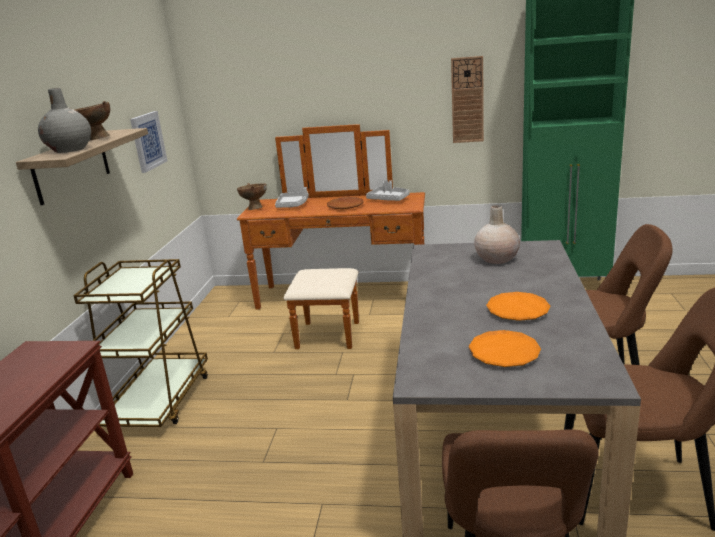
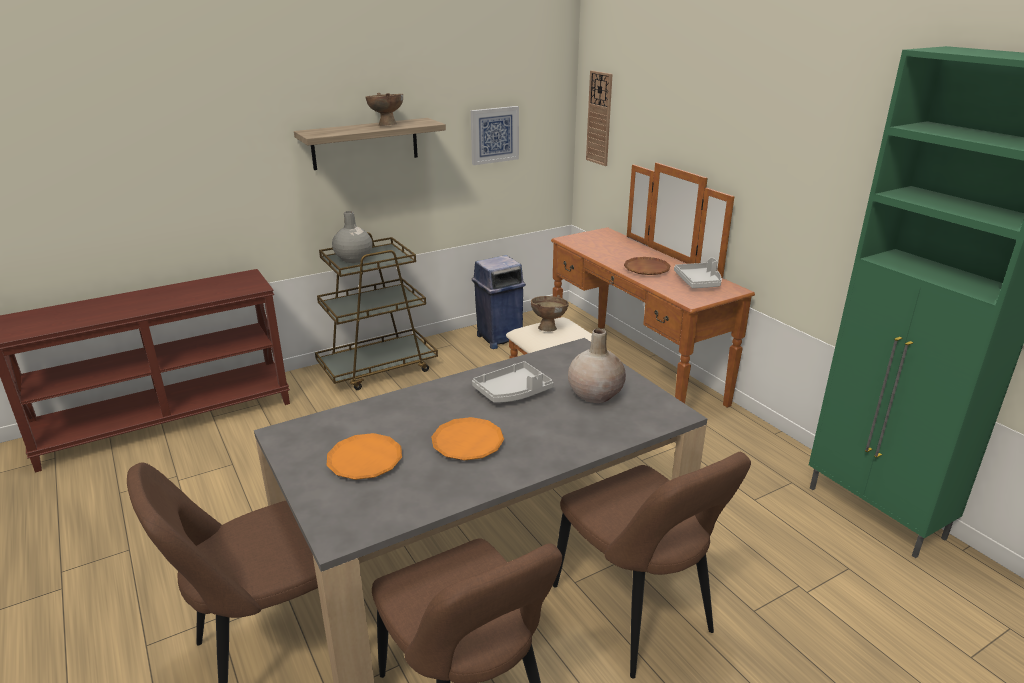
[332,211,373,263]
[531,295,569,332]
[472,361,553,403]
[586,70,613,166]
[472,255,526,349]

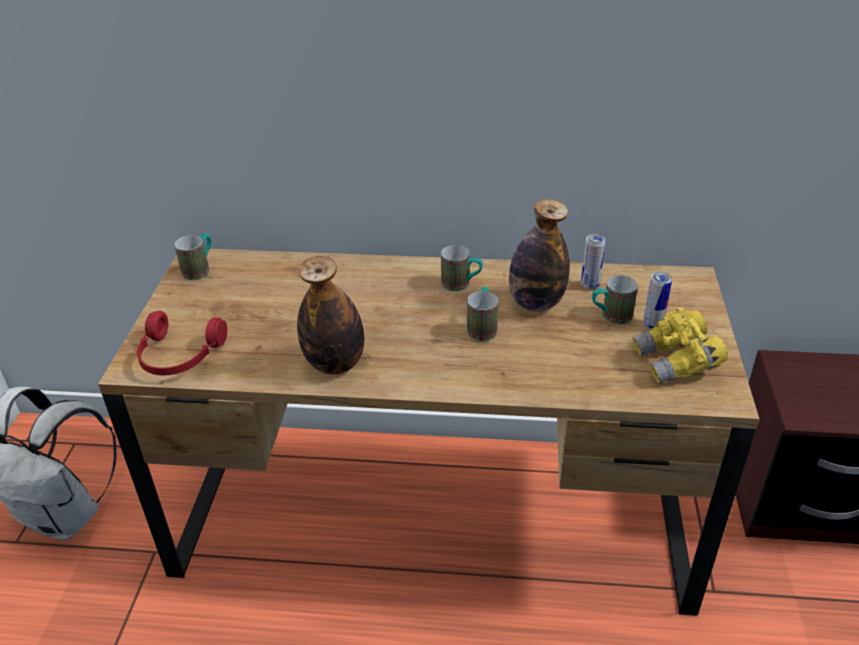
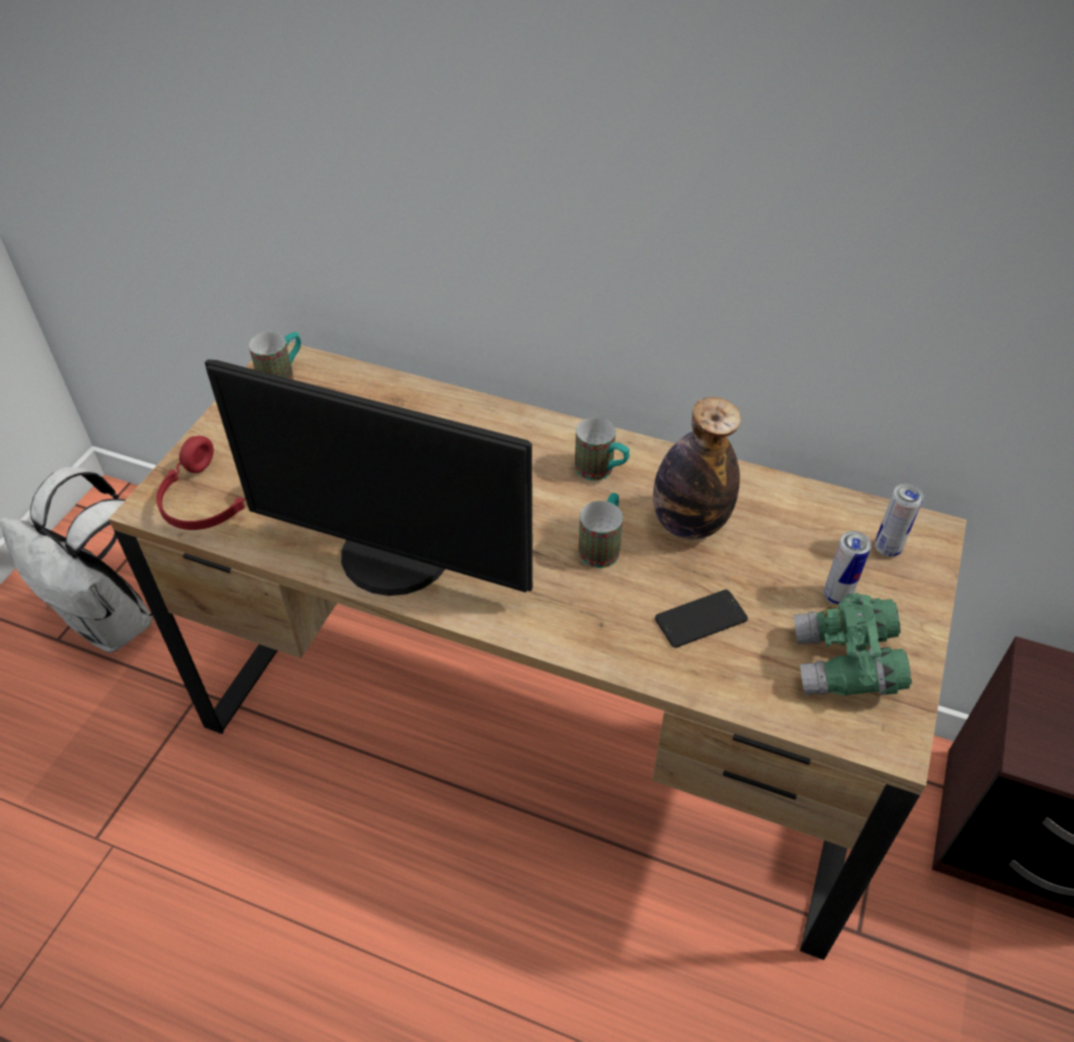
[205,360,533,596]
[875,484,923,557]
[592,275,638,325] (first image)
[793,593,912,696]
[655,590,748,648]

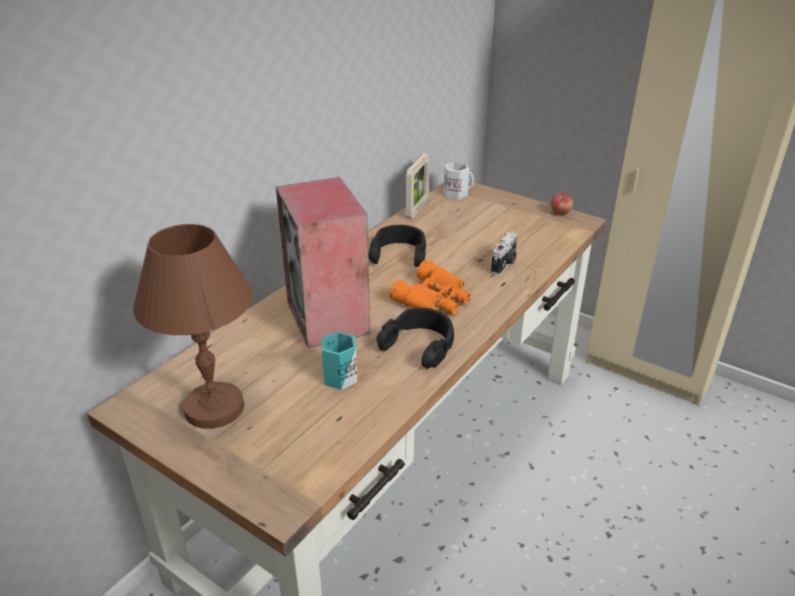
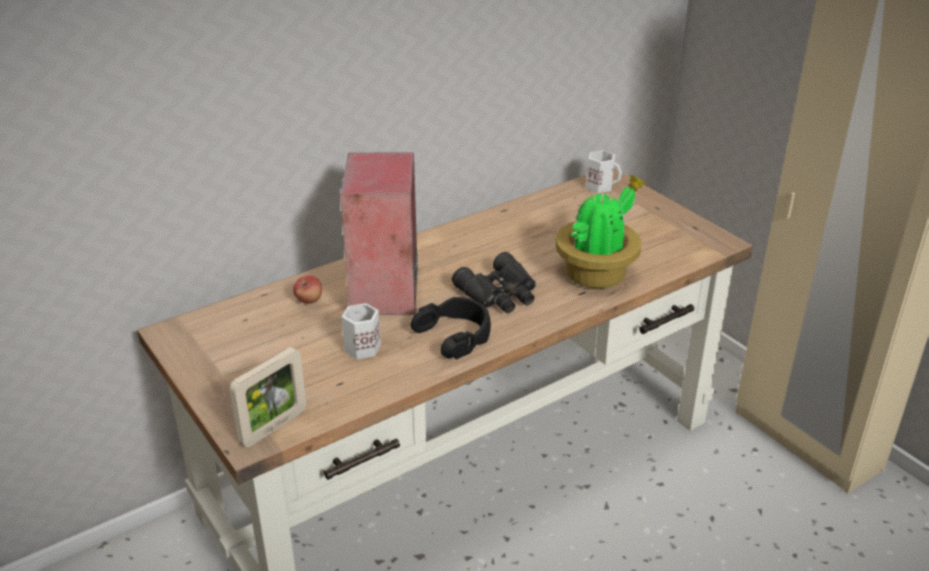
[133,224,253,429] (first image)
[342,303,381,359]
[368,225,426,267] (first image)
[452,252,536,313]
[230,347,306,447]
[555,174,646,289]
[293,275,322,304]

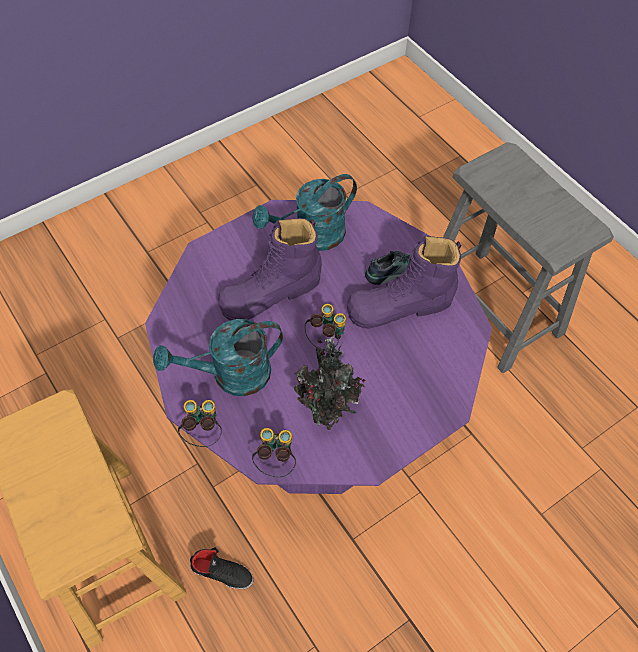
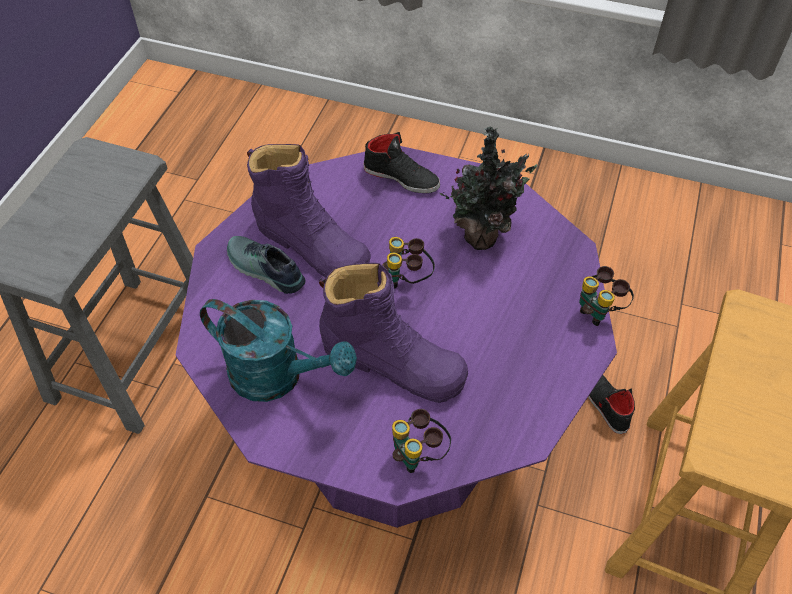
[153,319,283,396] (first image)
[392,409,451,473]
[364,132,440,193]

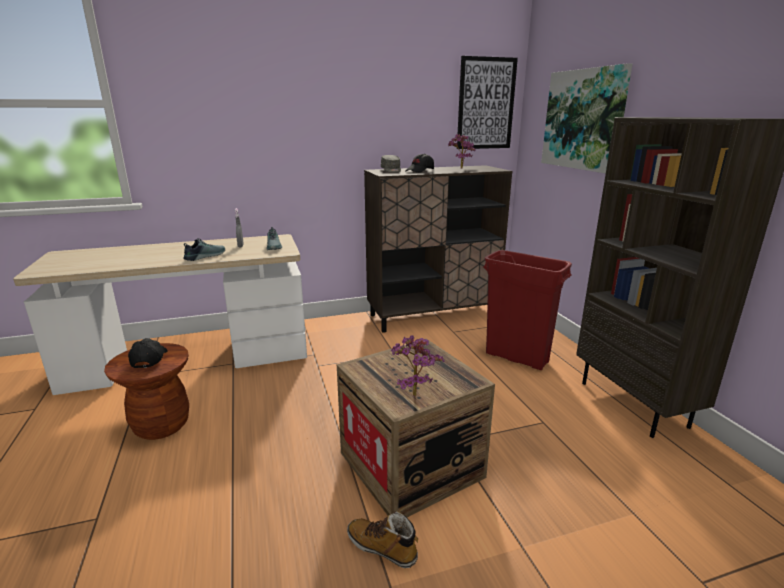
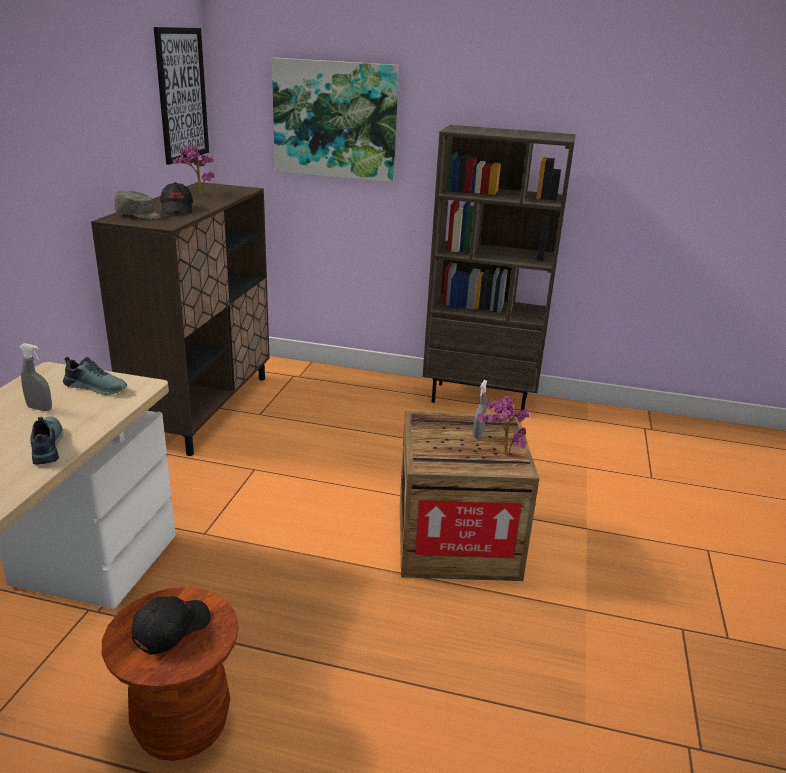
[132,596,211,655]
[347,511,418,568] (first image)
[483,250,572,370] (first image)
[473,380,487,438]

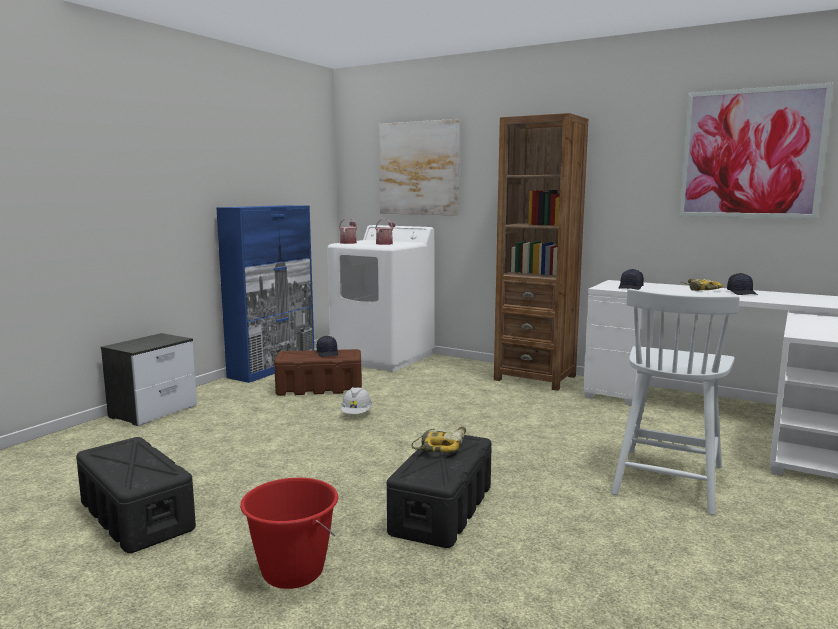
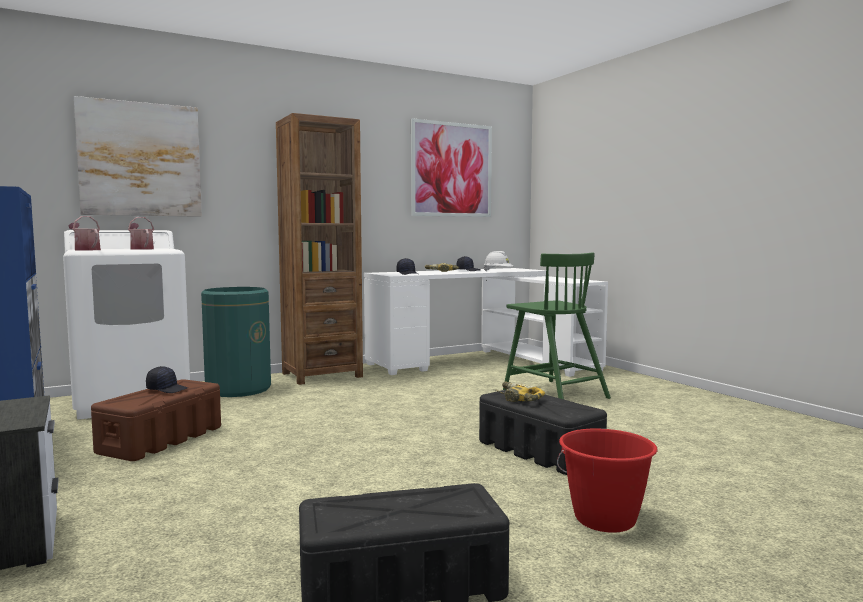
[484,251,513,271]
[503,252,611,399]
[201,287,271,397]

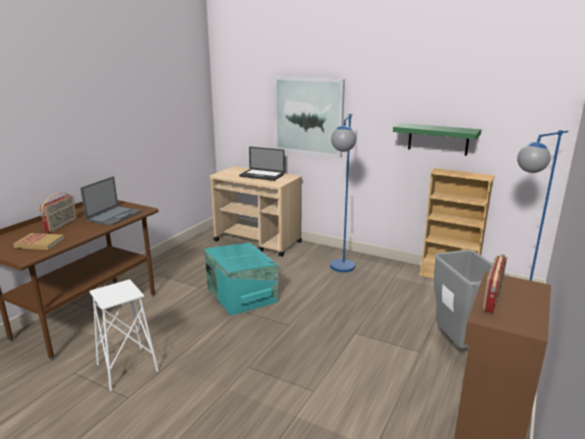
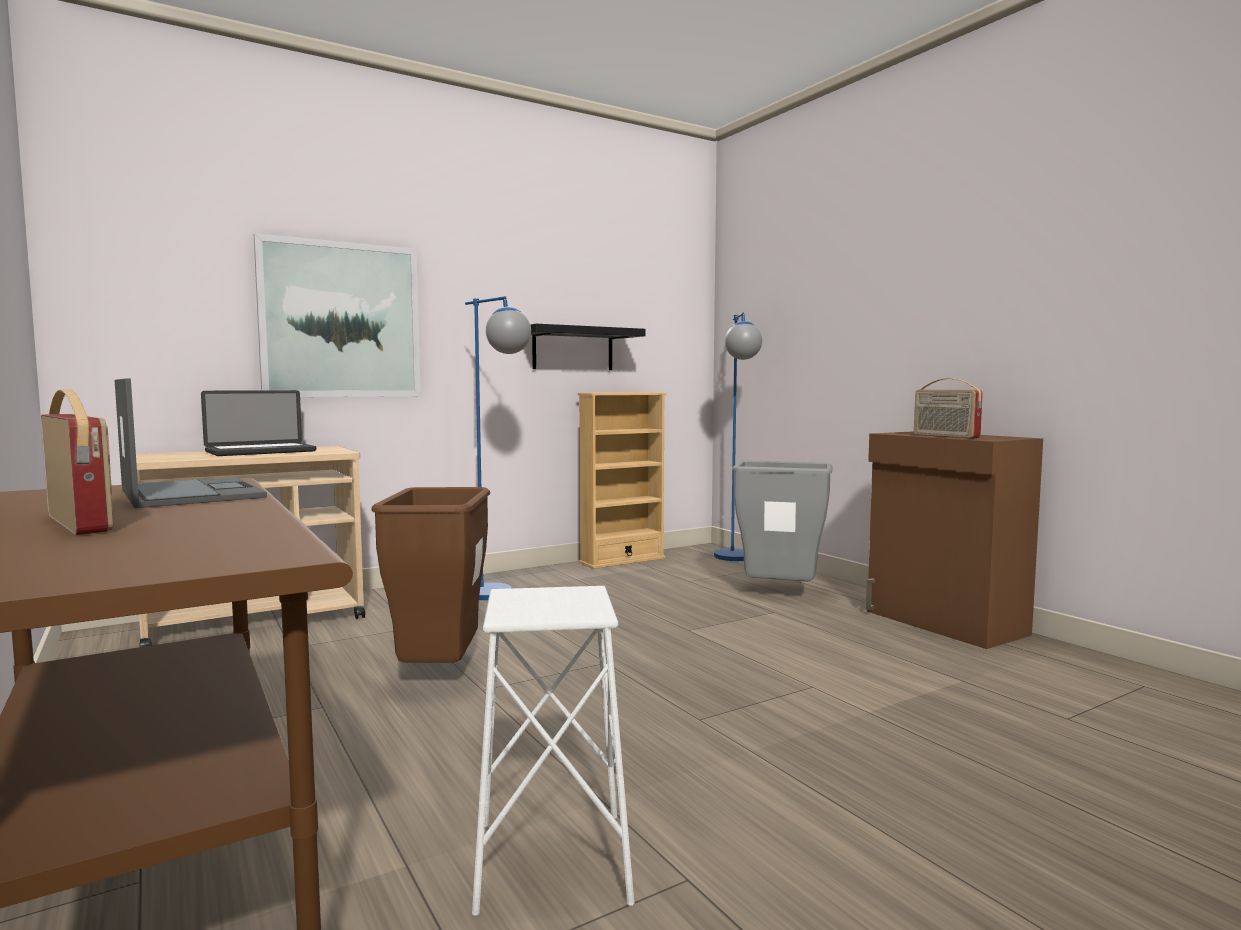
[13,233,65,250] (first image)
[372,487,490,663]
[530,324,646,370]

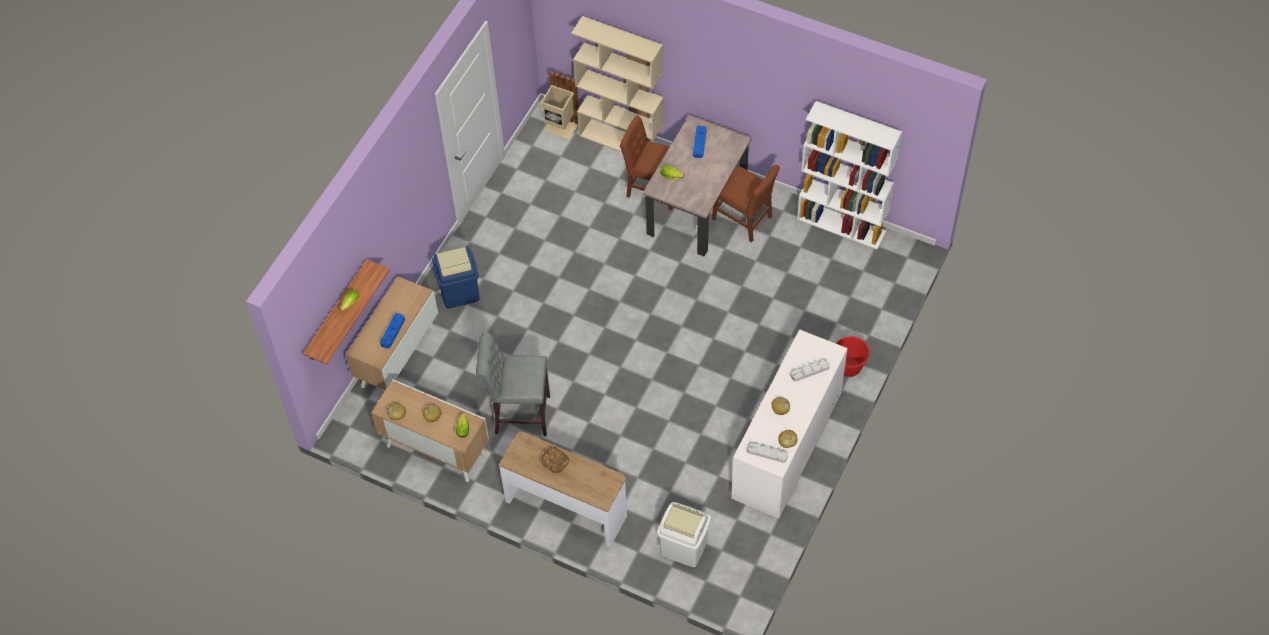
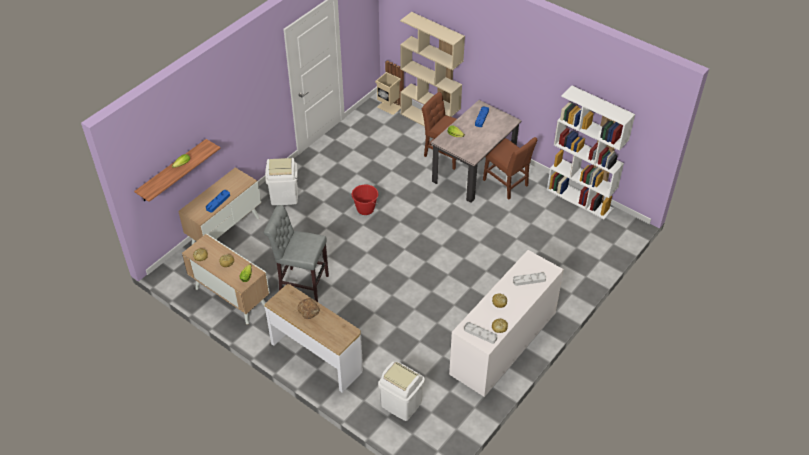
[265,158,298,205]
[352,185,378,215]

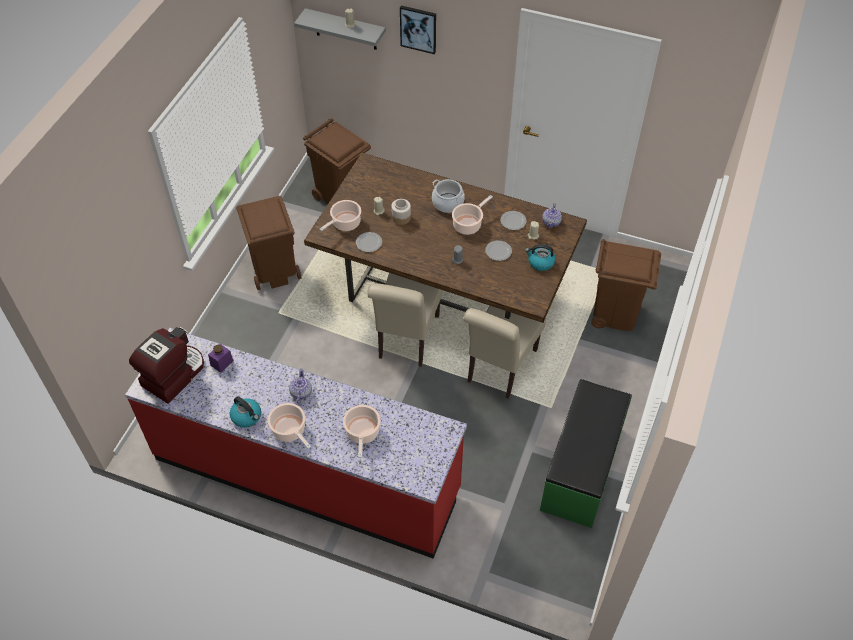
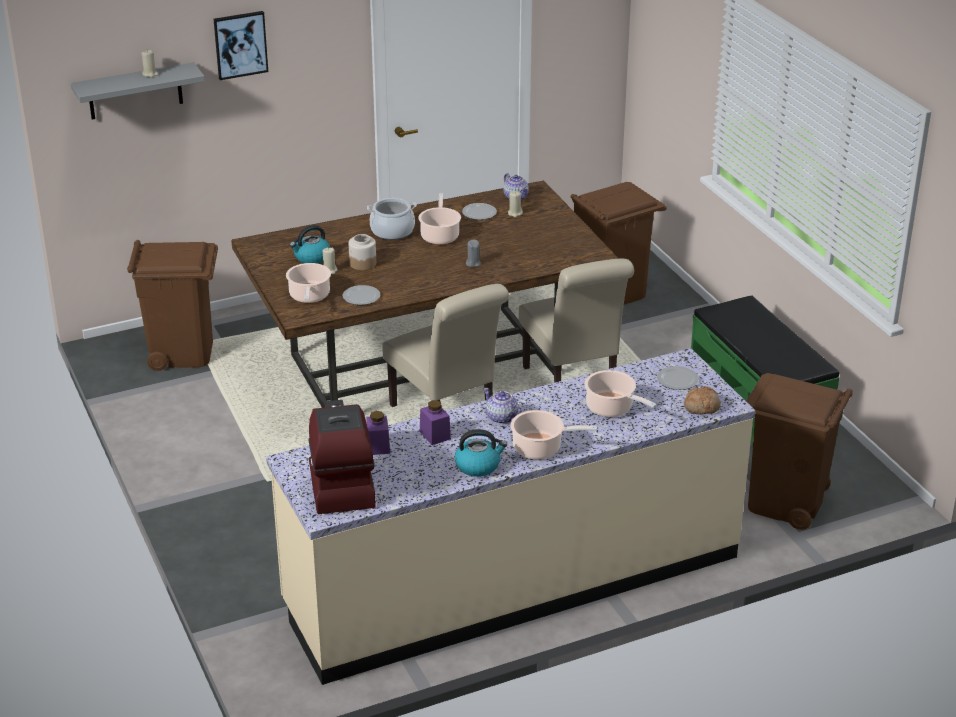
[266,348,755,685]
[746,373,852,530]
[657,366,699,390]
[290,225,330,264]
[420,400,451,445]
[684,386,721,415]

